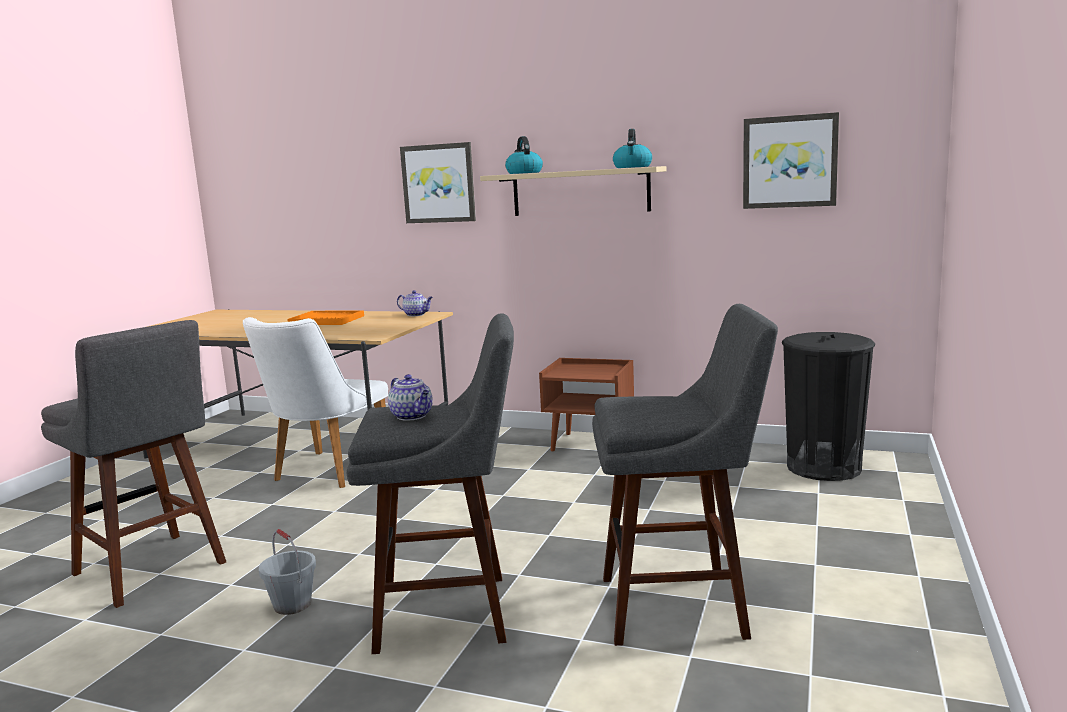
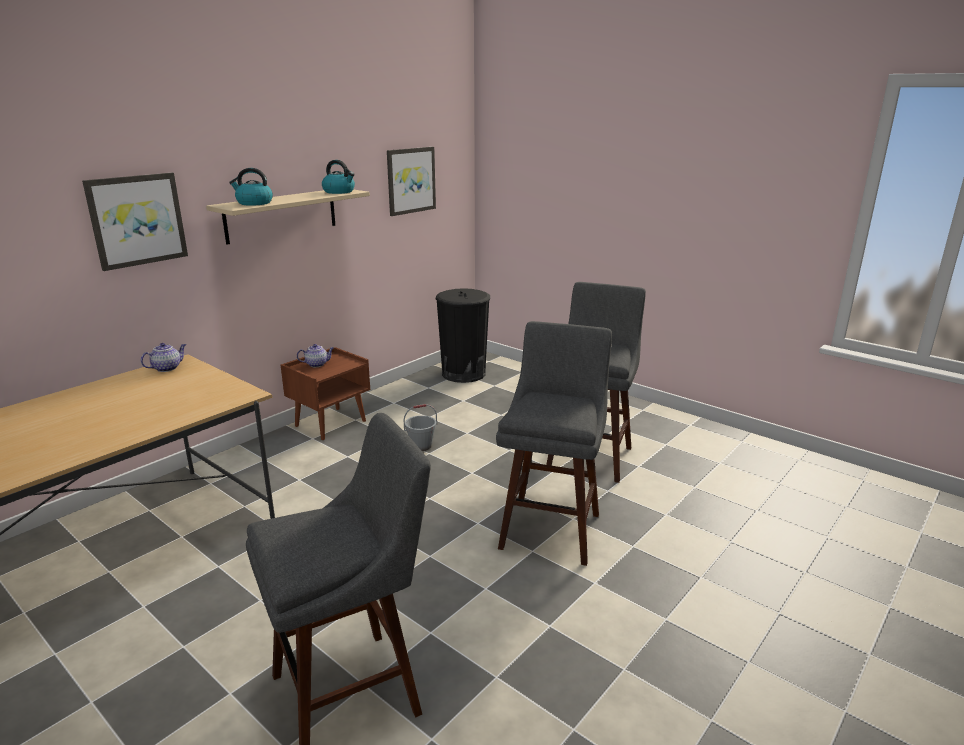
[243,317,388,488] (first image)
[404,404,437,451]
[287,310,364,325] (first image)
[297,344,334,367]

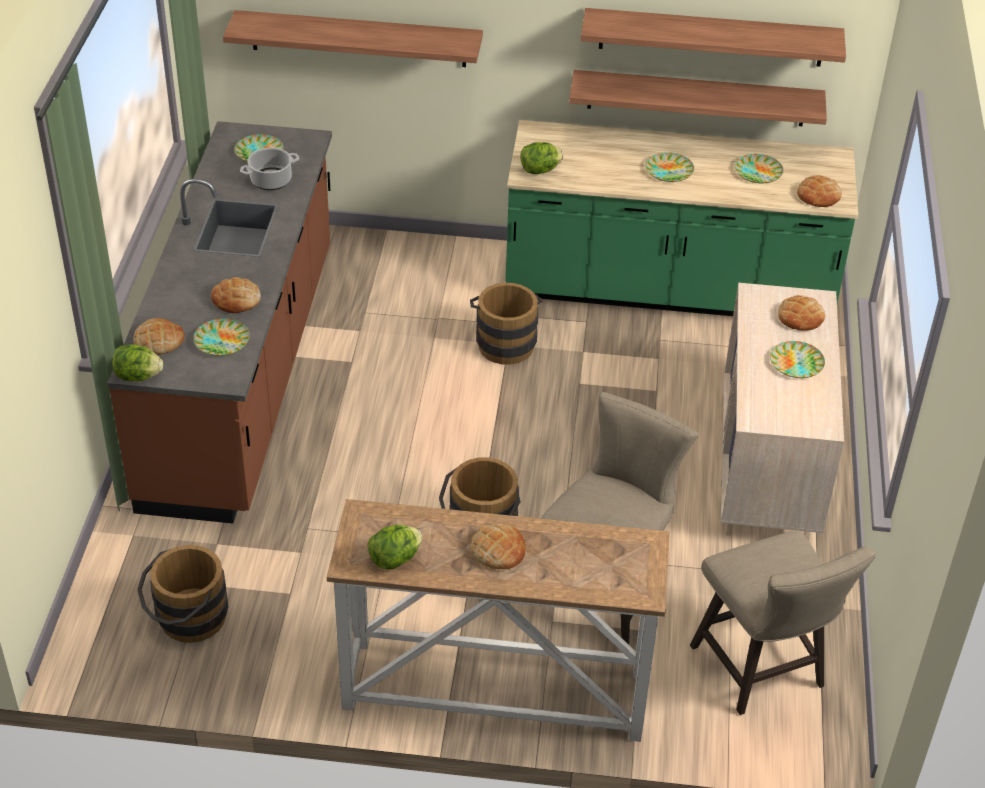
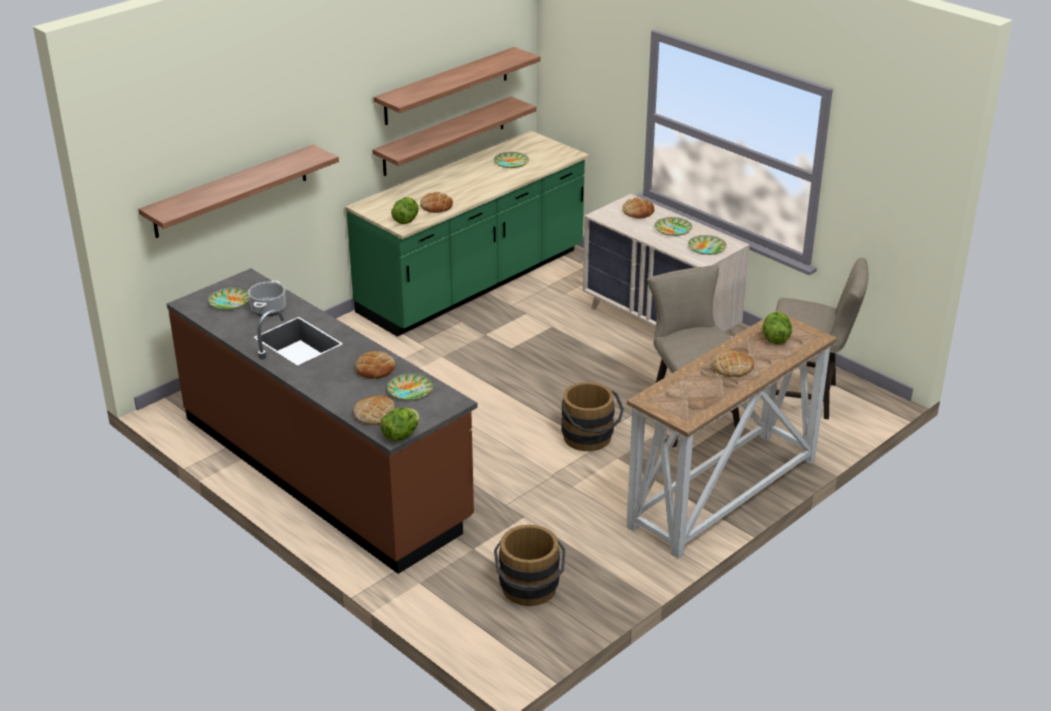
[762,312,792,344]
[470,283,543,365] (first image)
[688,235,727,255]
[420,192,453,213]

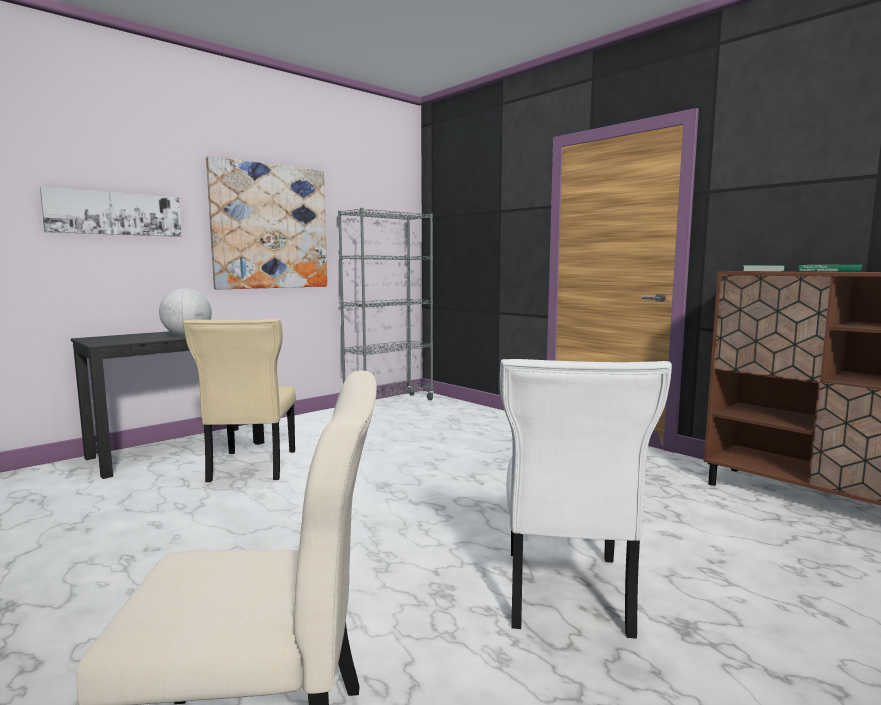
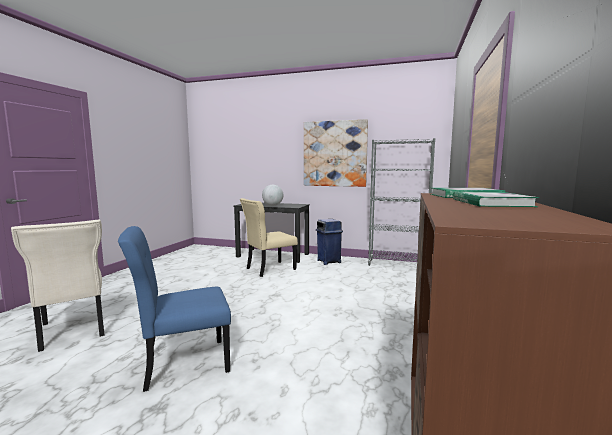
[40,187,182,237] (first image)
[118,226,231,392]
[316,219,343,265]

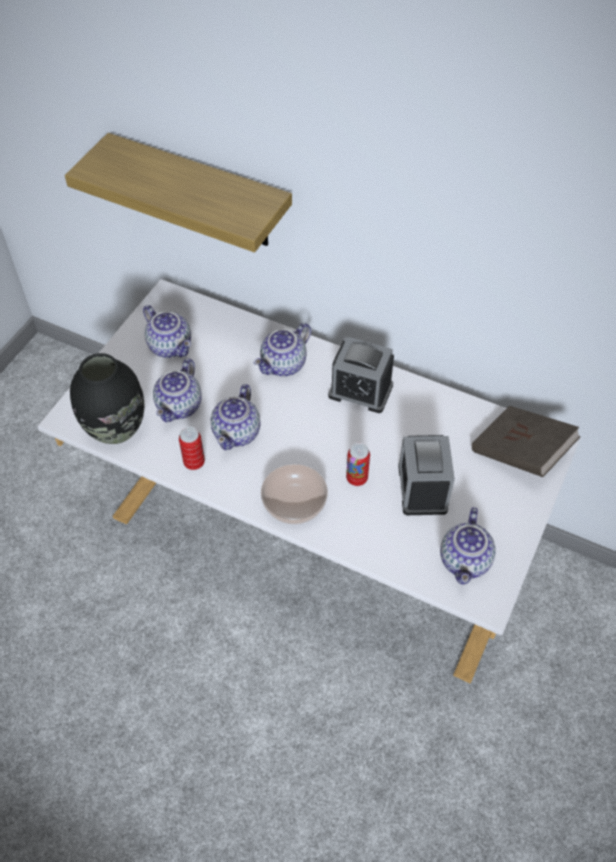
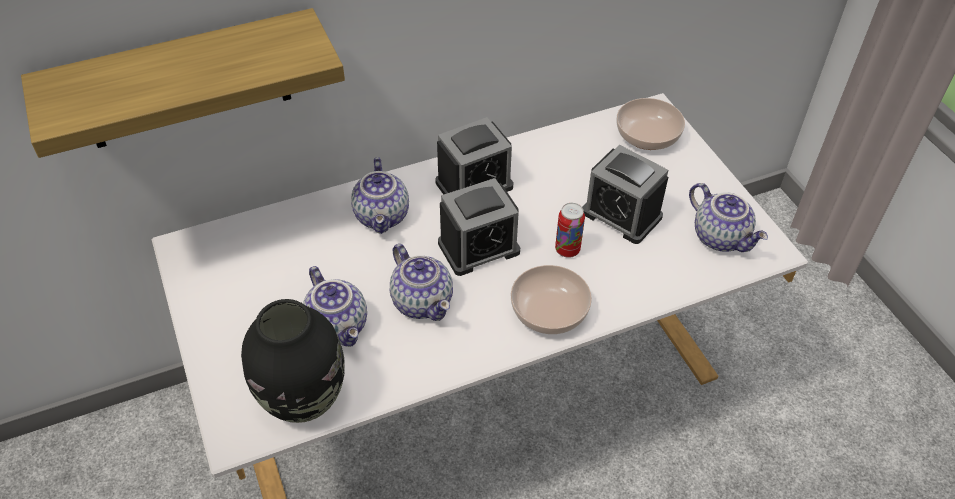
[143,305,191,358] (first image)
[179,427,205,470] (first image)
[617,98,685,150]
[438,178,520,276]

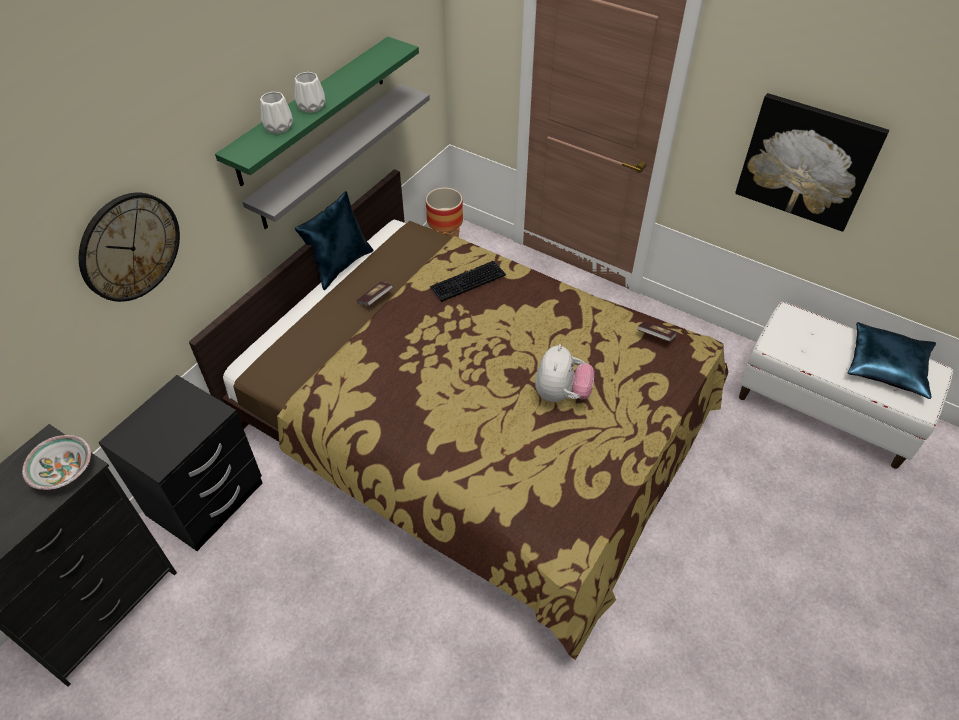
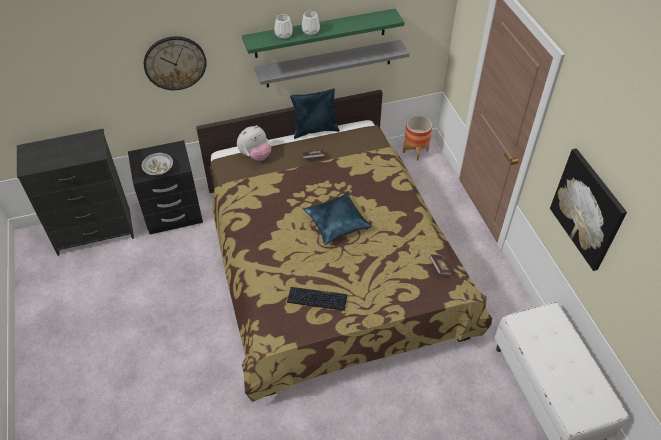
[142,153,173,175]
[287,287,348,311]
[237,125,271,161]
[304,193,373,245]

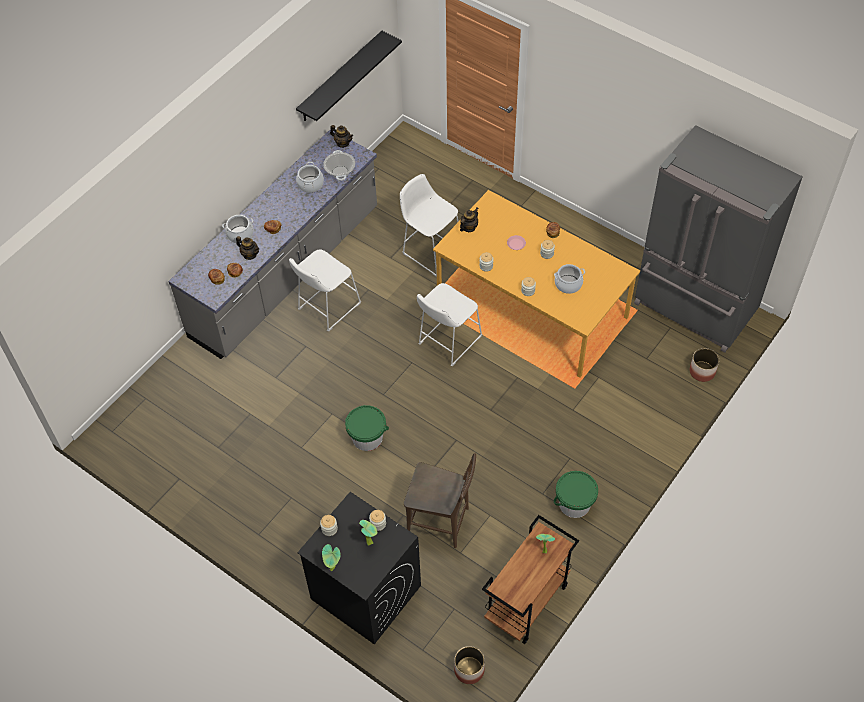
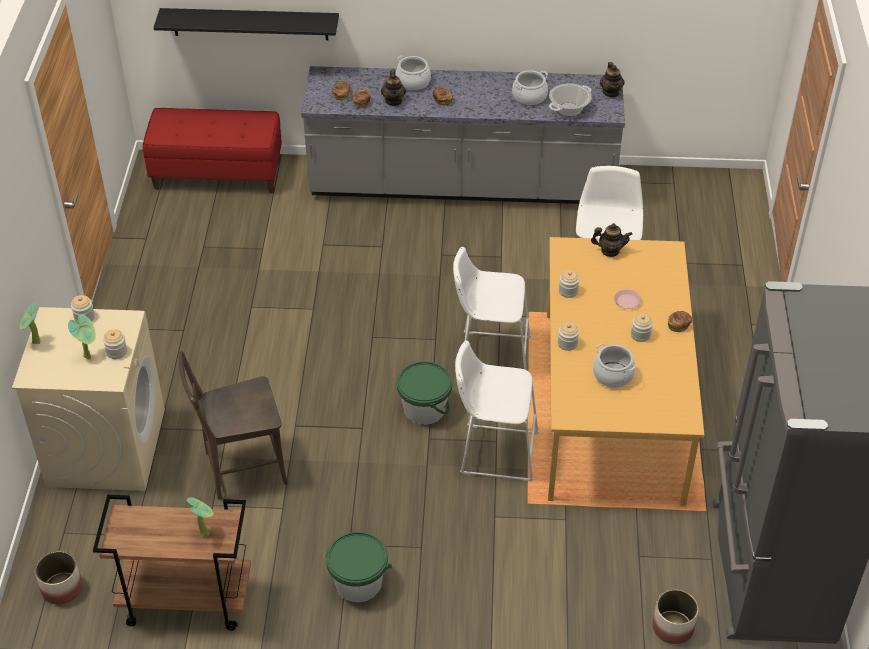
[455,341,539,481]
[154,8,339,40]
[12,307,165,491]
[397,361,452,425]
[179,351,288,500]
[143,108,282,193]

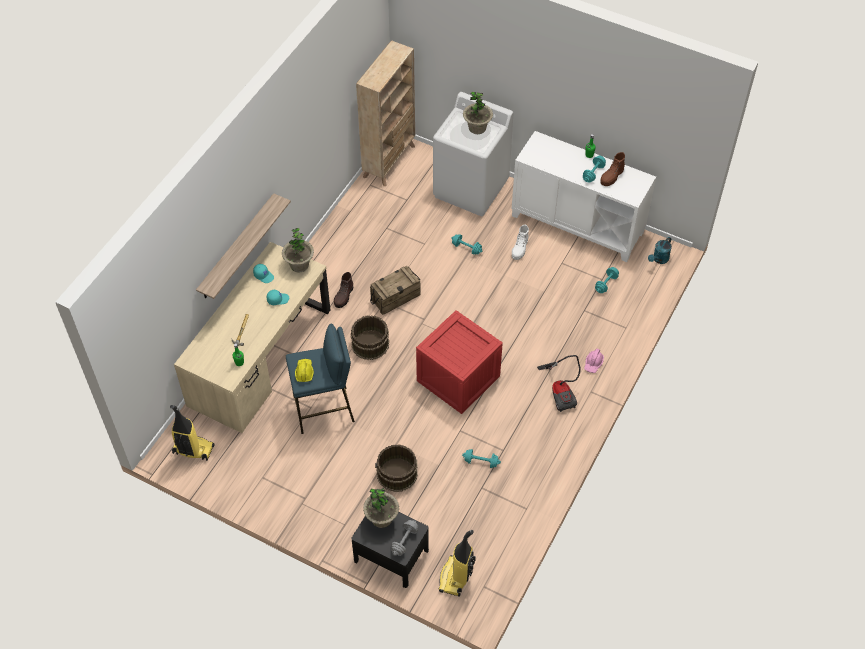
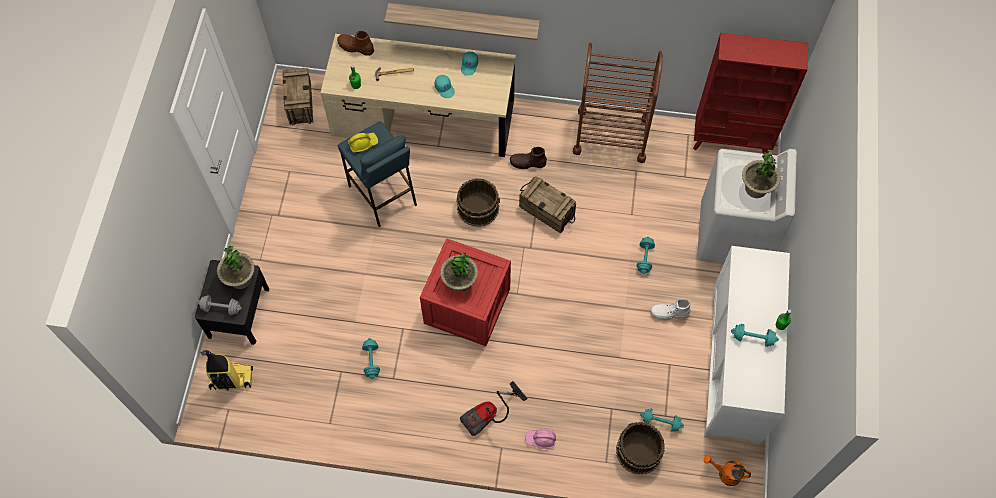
[283,68,313,125]
[440,252,478,292]
[693,33,808,154]
[616,422,665,475]
[337,31,374,56]
[704,455,751,486]
[573,43,663,163]

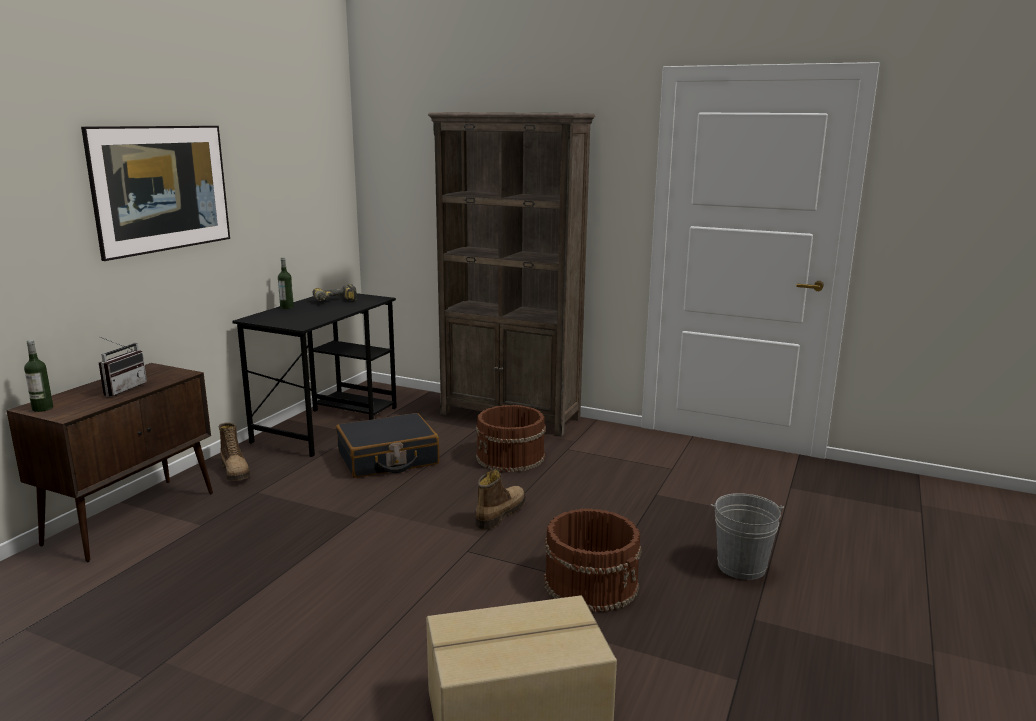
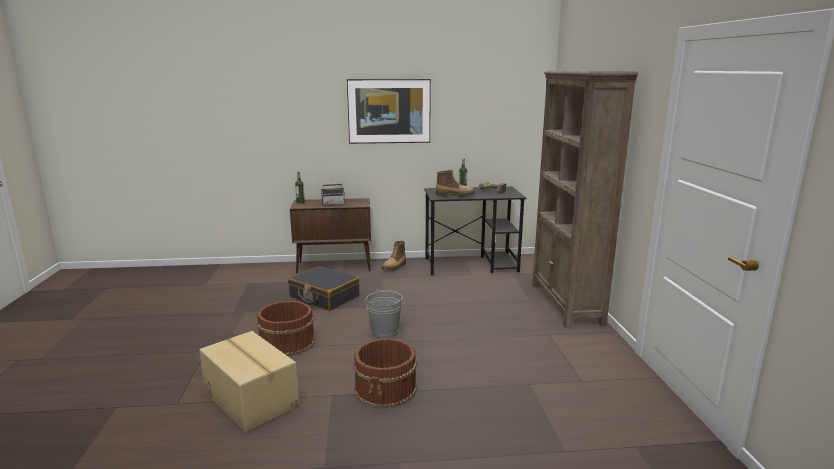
[288,266,360,311]
[436,170,475,197]
[257,301,315,356]
[366,289,403,339]

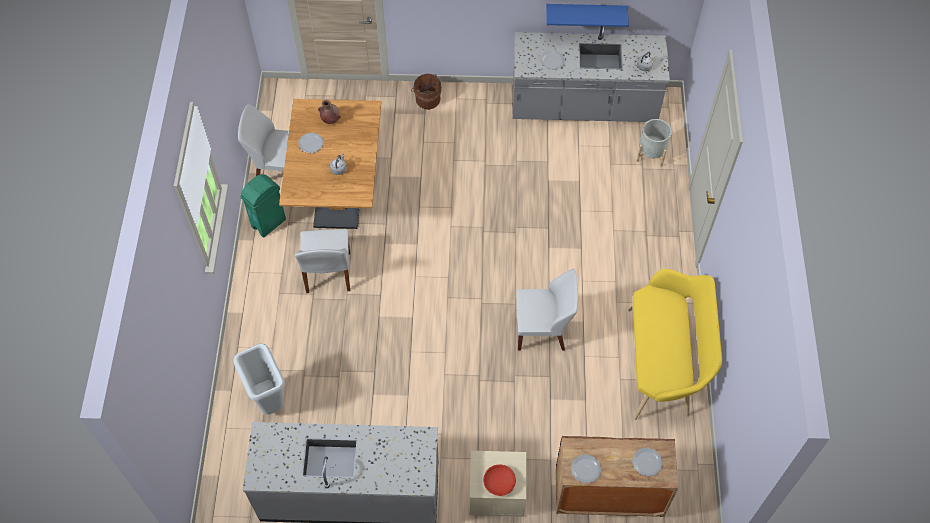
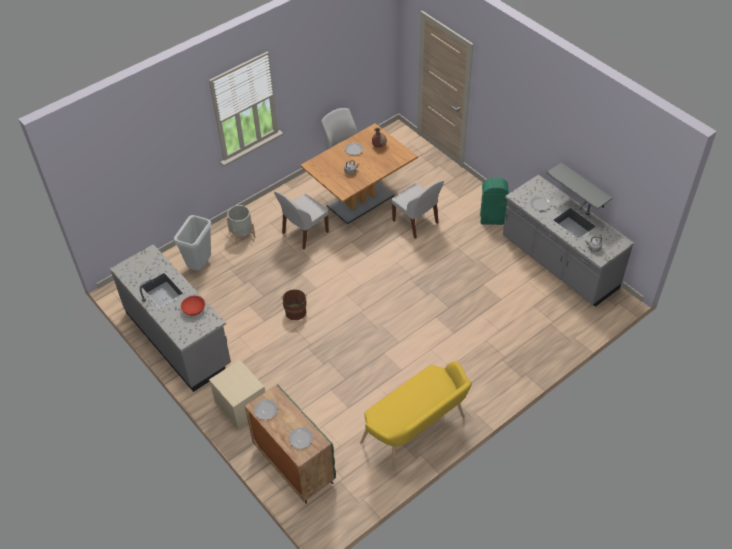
[480,178,509,225]
[281,289,307,320]
[181,296,205,316]
[391,181,444,239]
[546,162,612,210]
[245,384,336,504]
[226,205,256,245]

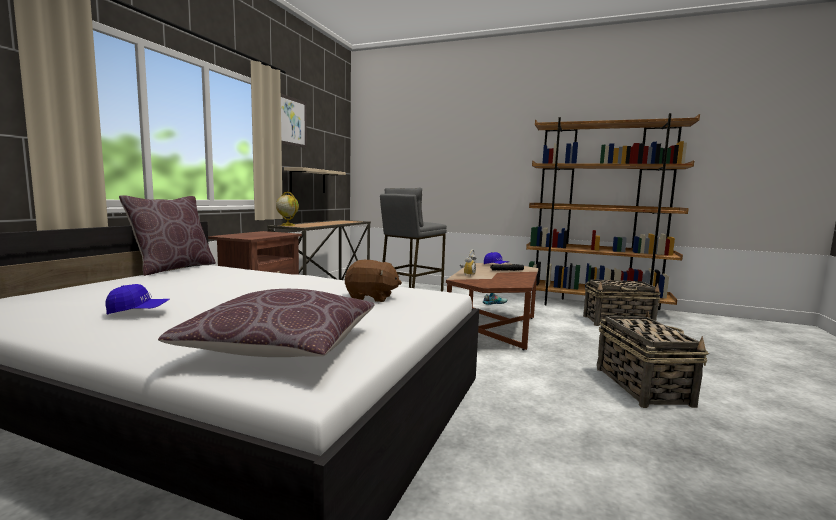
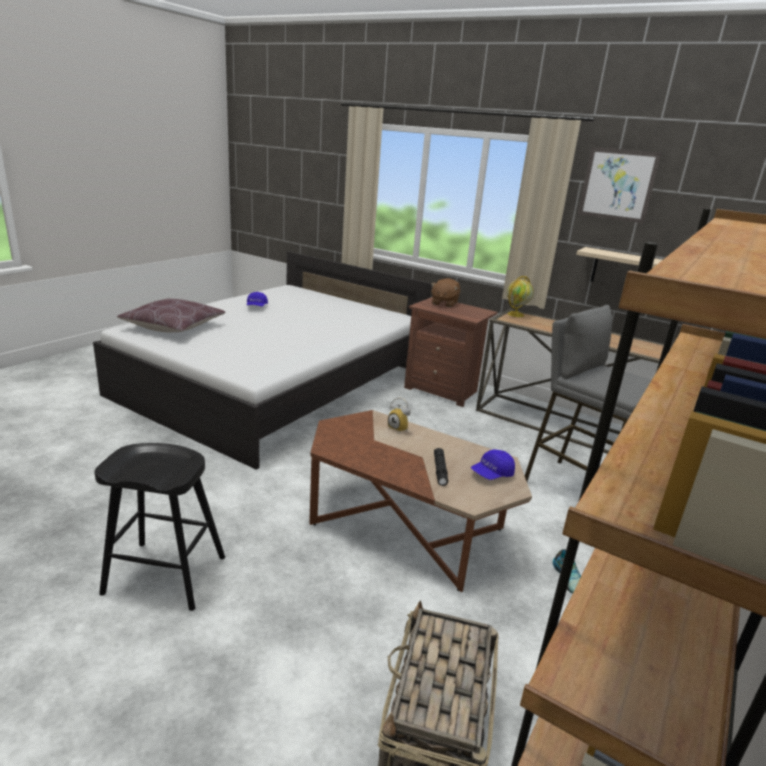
[119,195,216,276] (first image)
[431,278,460,307]
[94,443,225,611]

